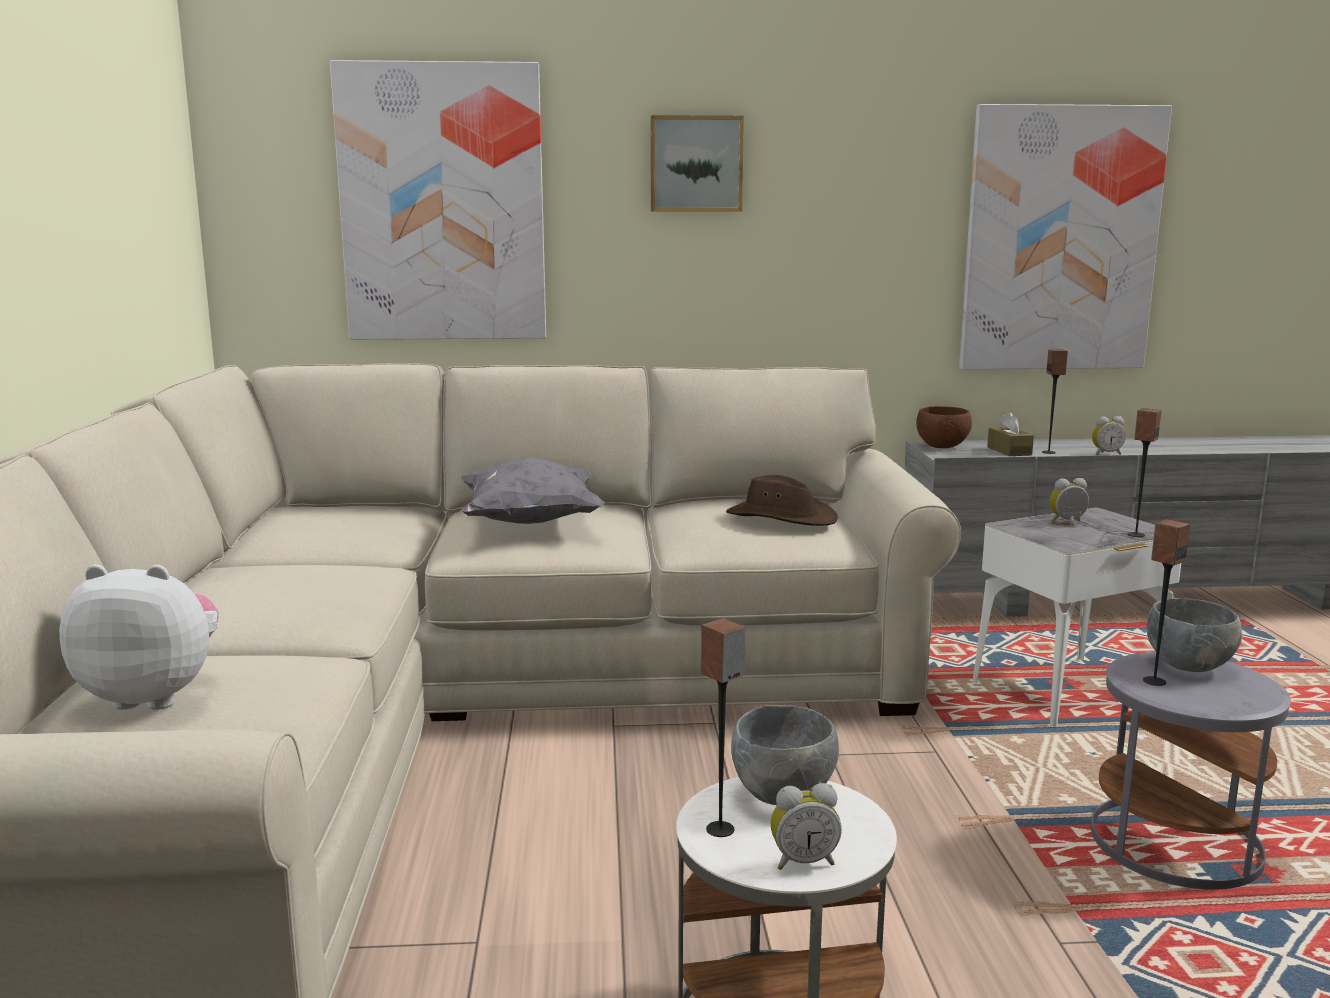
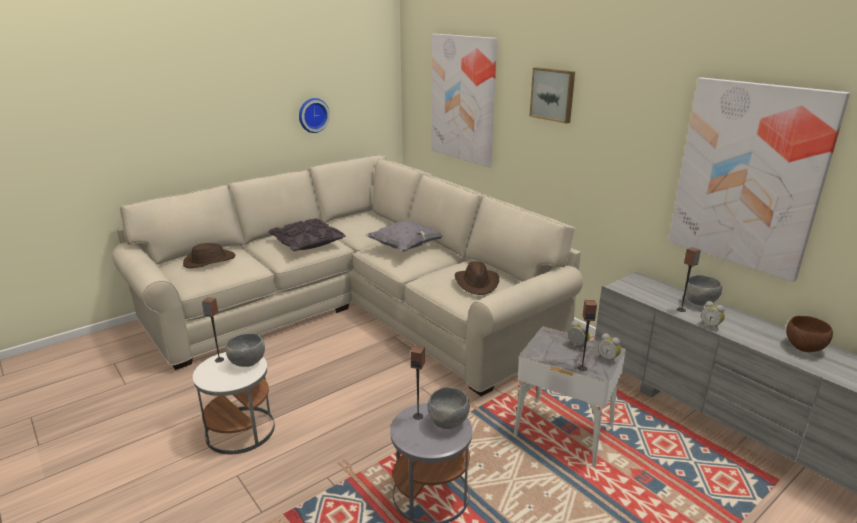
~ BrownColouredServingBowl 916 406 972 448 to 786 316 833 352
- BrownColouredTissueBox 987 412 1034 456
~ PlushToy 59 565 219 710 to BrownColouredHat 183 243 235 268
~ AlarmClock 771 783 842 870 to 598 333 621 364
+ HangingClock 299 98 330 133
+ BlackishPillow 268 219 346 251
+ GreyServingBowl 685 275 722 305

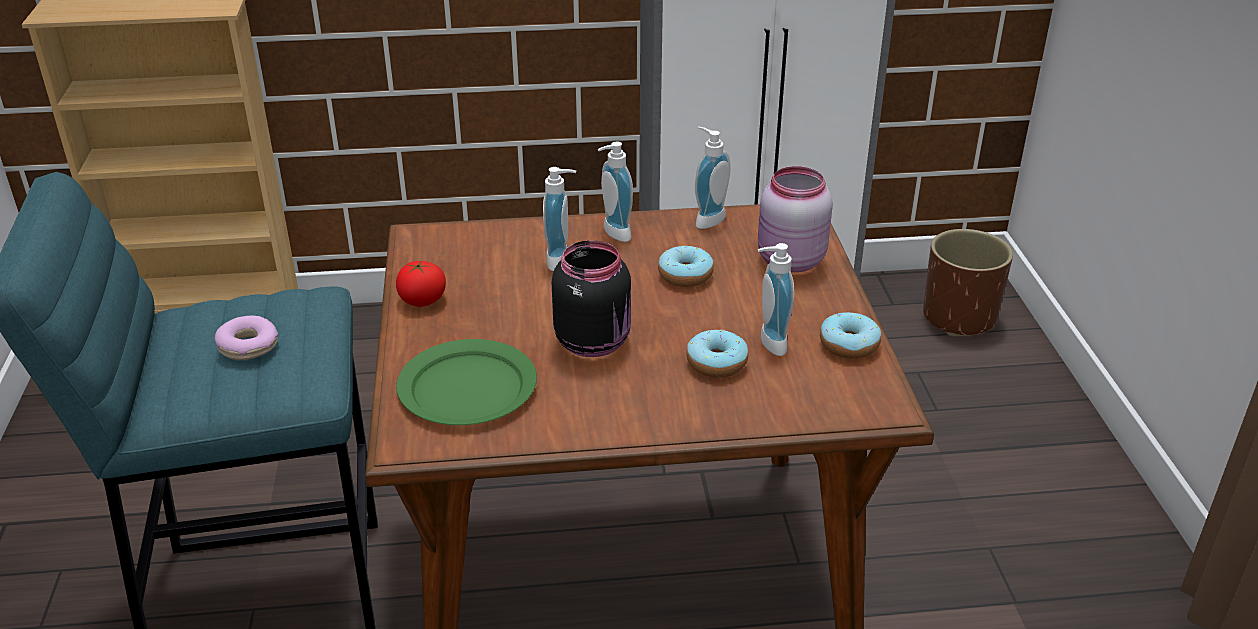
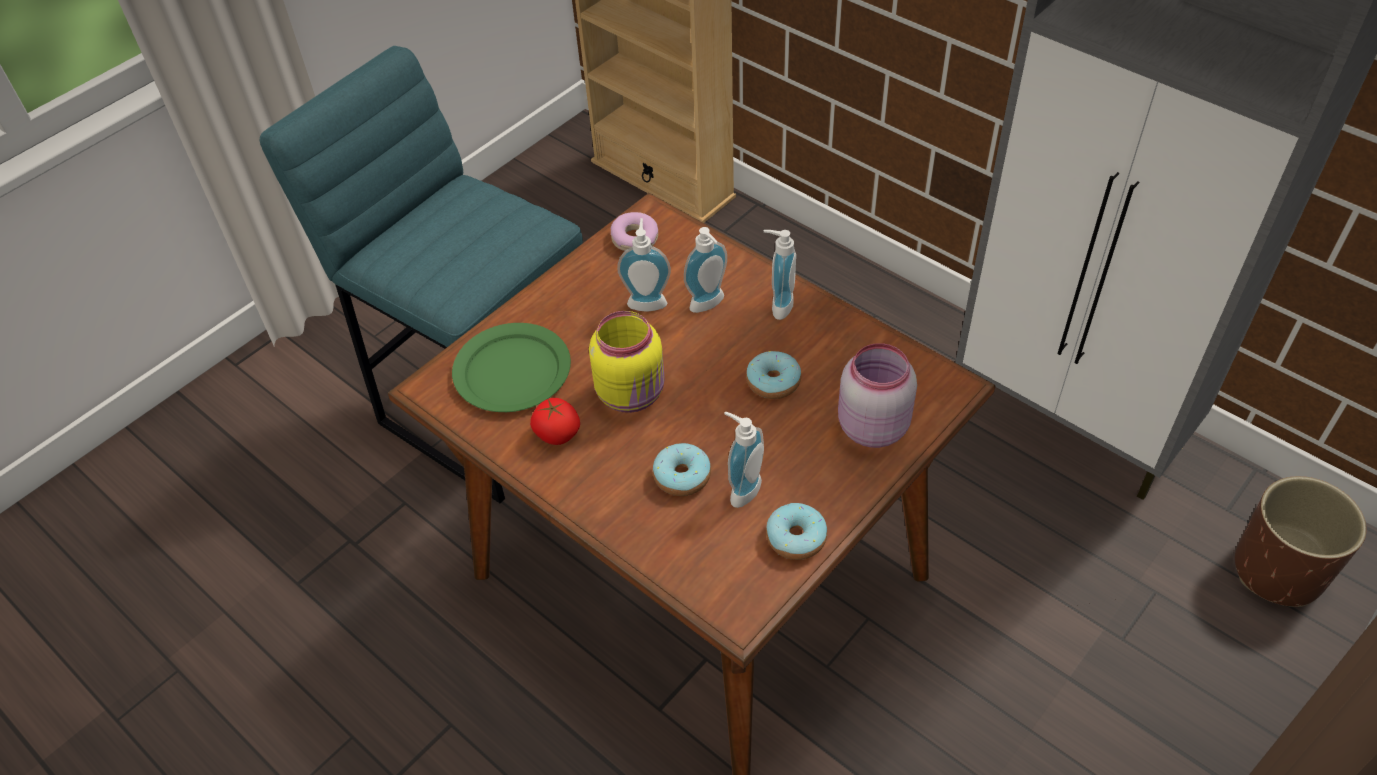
~ SoapDispenser 695 127 731 229 to 617 218 671 312
~ BlackishStorageJar 552 240 631 357 to YellowColouredStorageJar 589 311 665 413
~ WholeTomato 396 260 446 307 to 530 398 580 445
~ Donut 215 316 278 360 to 611 212 658 251

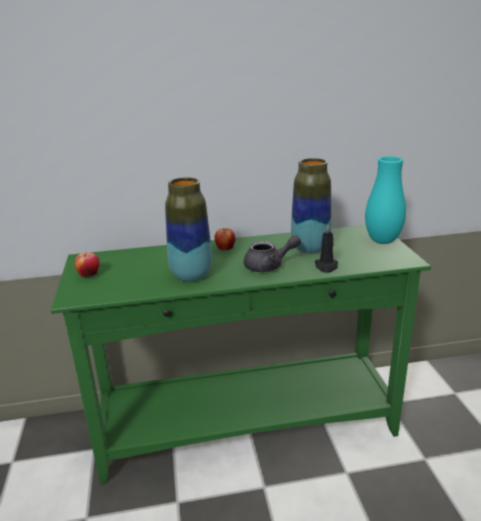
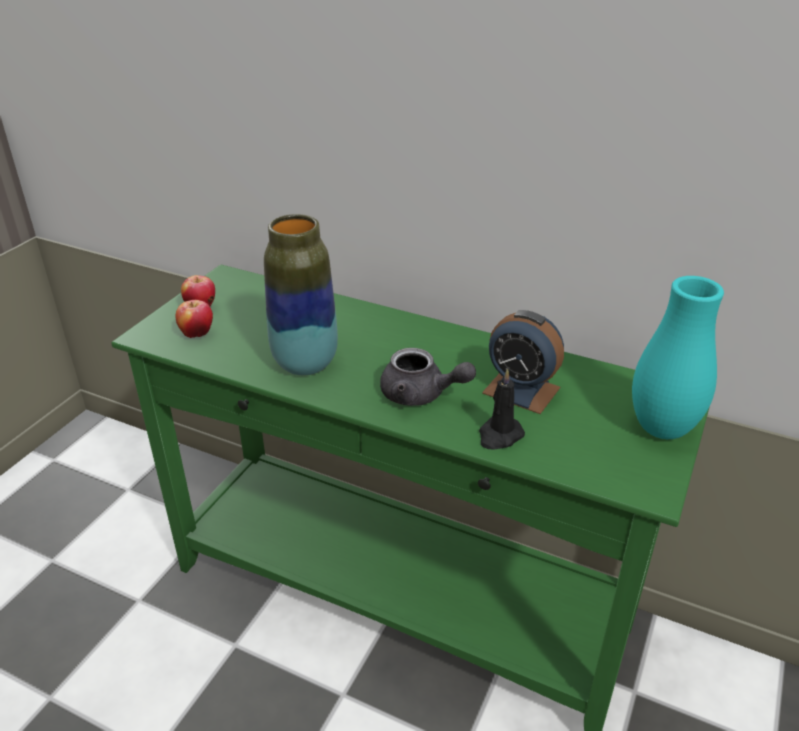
~ DecorativeVase 291 158 331 254 to AlarmClock 482 310 564 414
~ WholeApple 215 228 235 250 to 176 300 213 338

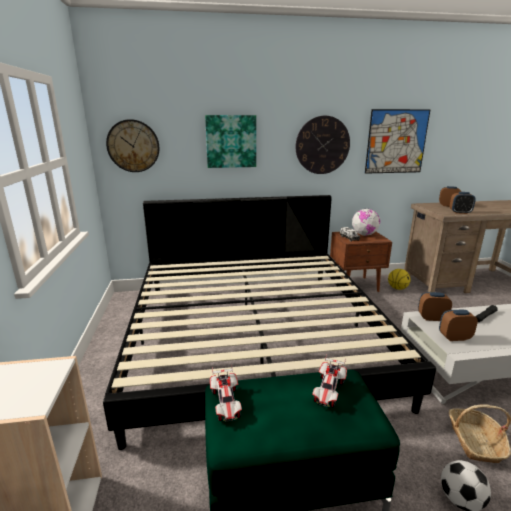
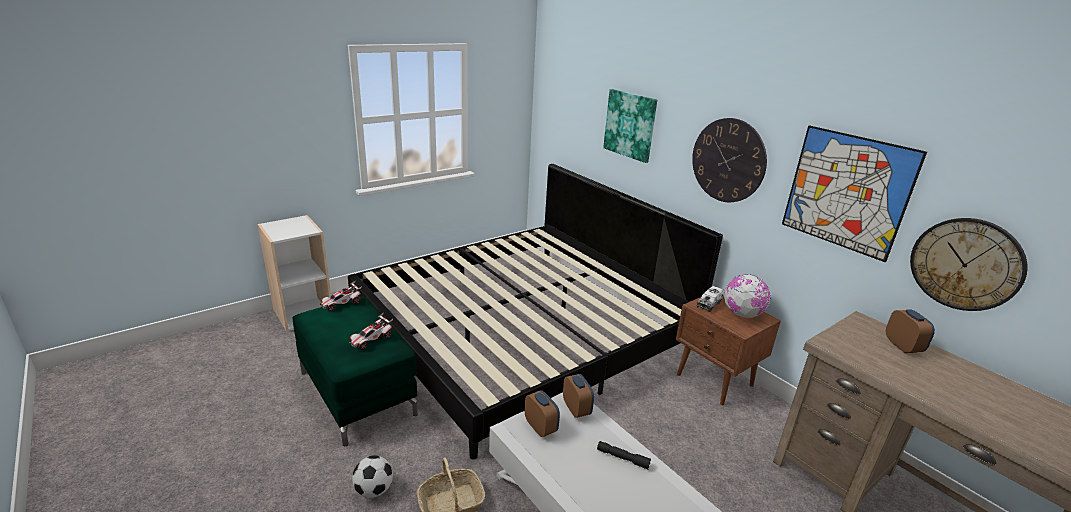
~ HangingClock 106 119 159 172 to 910 218 1028 311
- AlarmClock 450 192 476 214
- Basketball 388 269 411 290
~ ToyCar 312 355 347 407 = 349 313 393 350 45 degrees counterclockwise

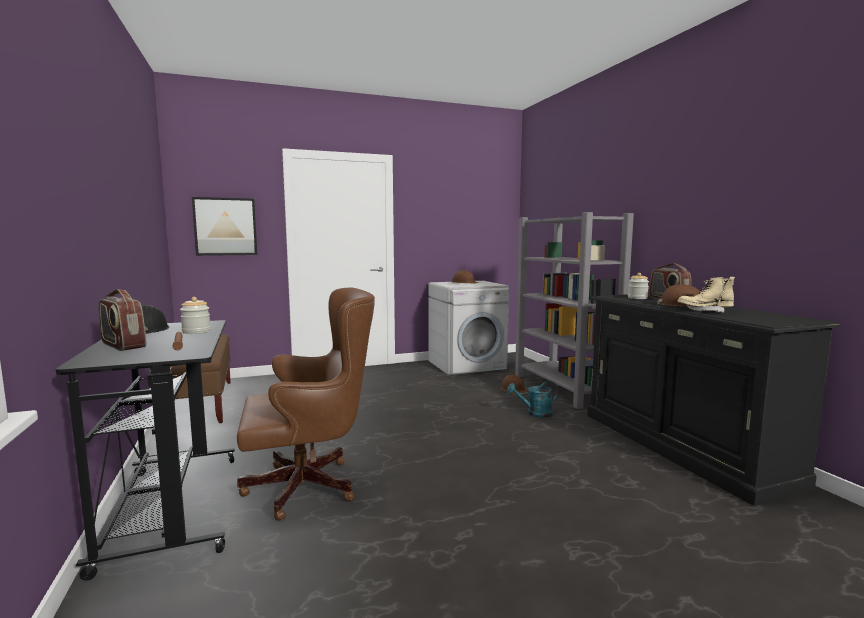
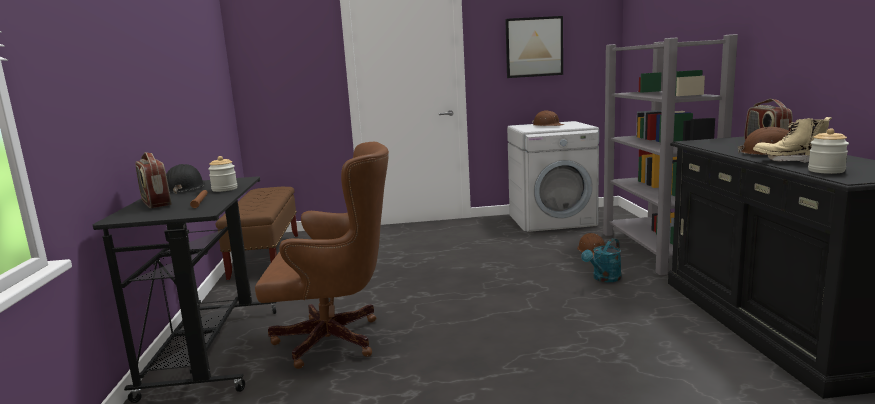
~ WallArt 192 197 257 256 to 505 16 563 78
~ StorageJar 628 273 649 299 to 808 128 849 174
~ BlueGreenWateringCan 507 381 558 418 = 581 238 622 282 45 degrees counterclockwise

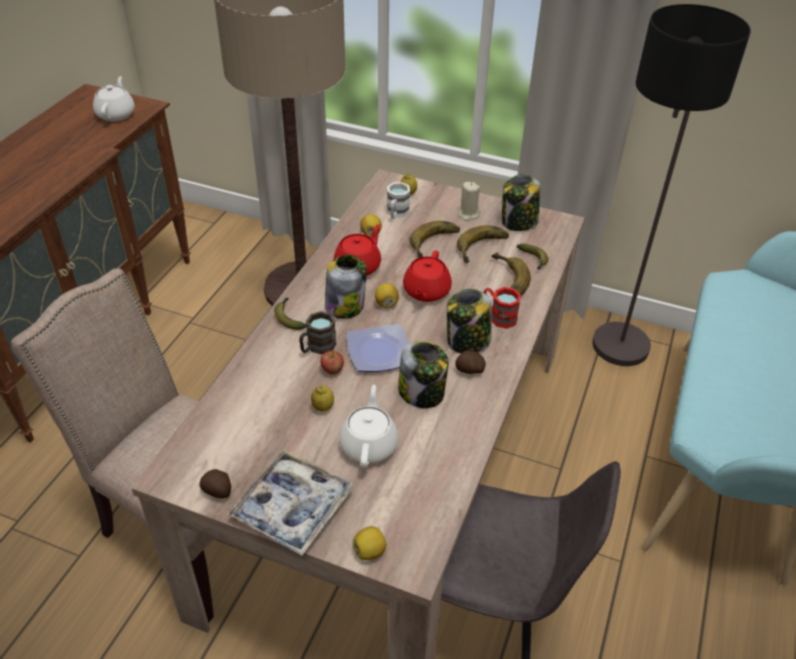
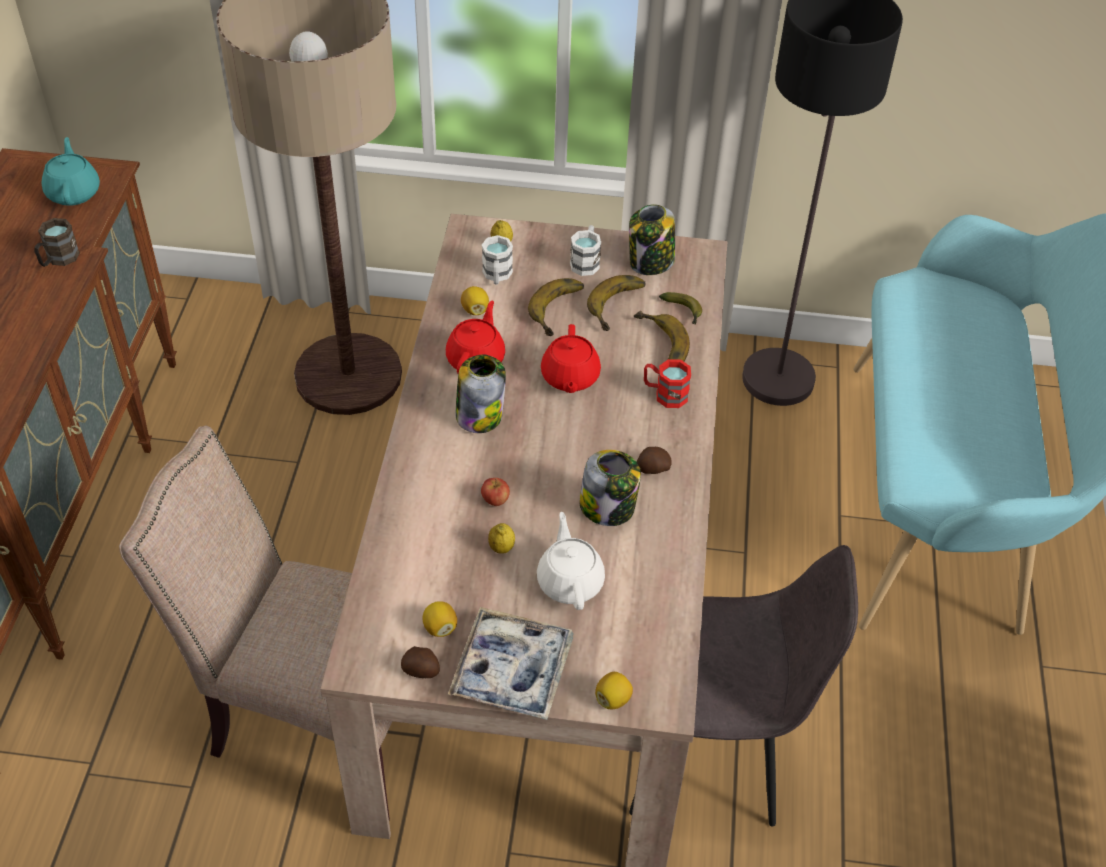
~ WhitePotForTea 93 76 135 121 to BlueGreenPotForTea 42 137 100 206
~ BeigeColouredWaxLight 458 182 480 221 to WhiteCoffeeMug 570 225 601 276
~ WholeLemon 375 283 399 308 to 423 601 457 637
- StorageJar 447 289 492 353
- BananaFruit 274 298 307 330
~ BrownColouredCoffeeMug 299 311 336 355 to 34 218 80 267
- Plate 347 324 409 372

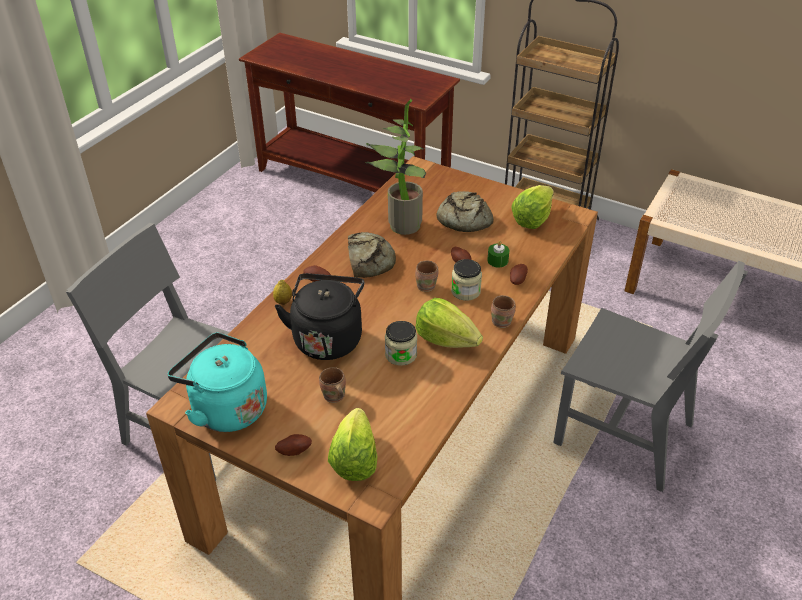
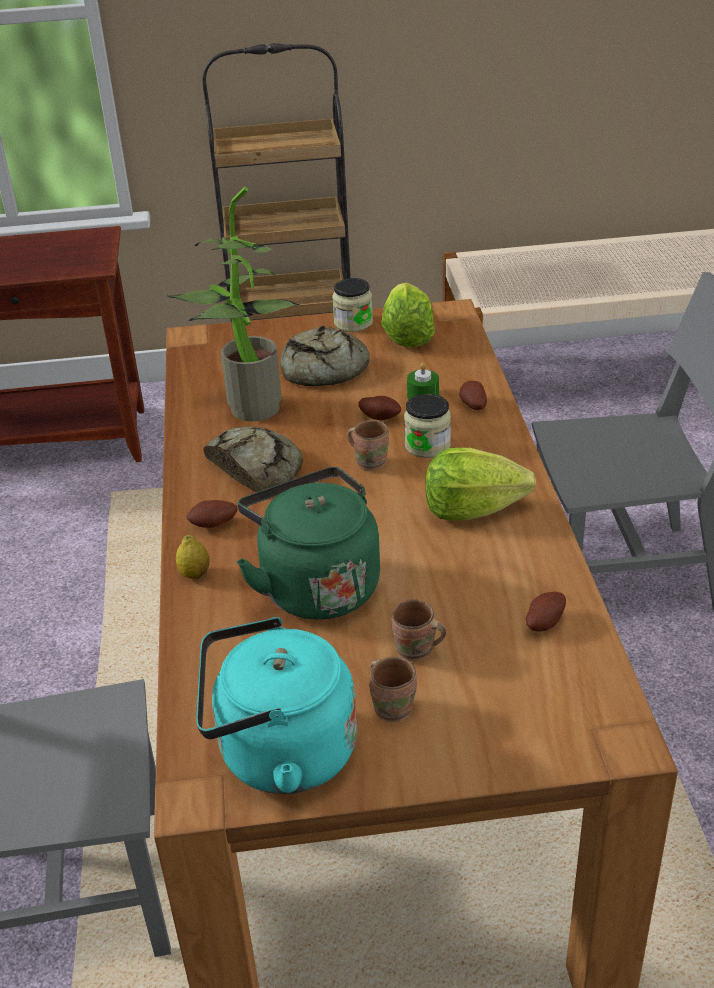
~ BlackishTeaKettle 275 273 364 360 to GreenTeaKettle 236 467 380 620
~ BrownColouredCoffeeMug 491 295 516 328 to 369 657 417 722
~ StorageJar 385 321 417 366 to 332 278 373 332
- Lettuce 328 408 377 481
~ Potato 275 434 312 456 to 526 592 566 632

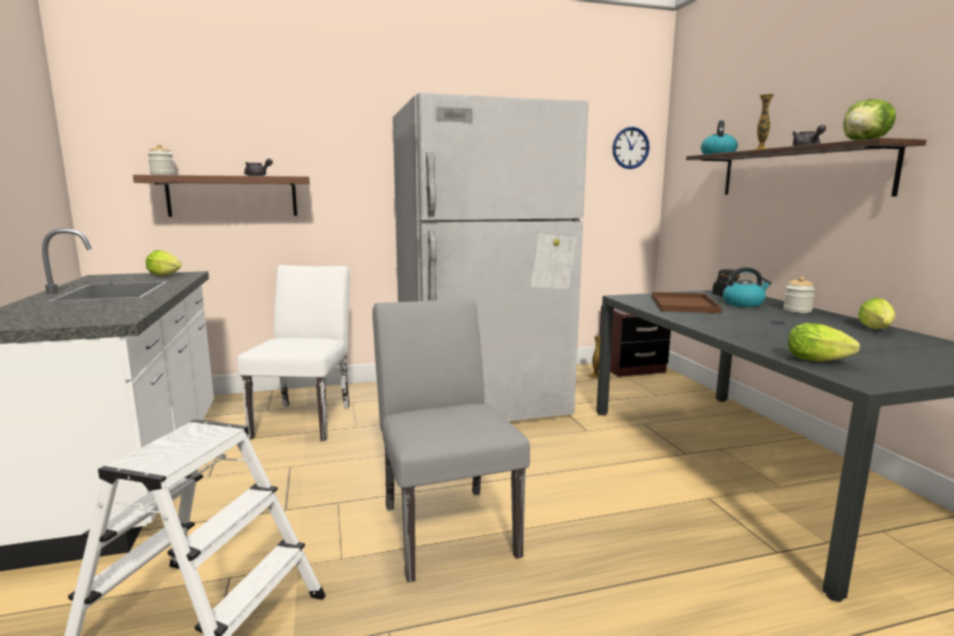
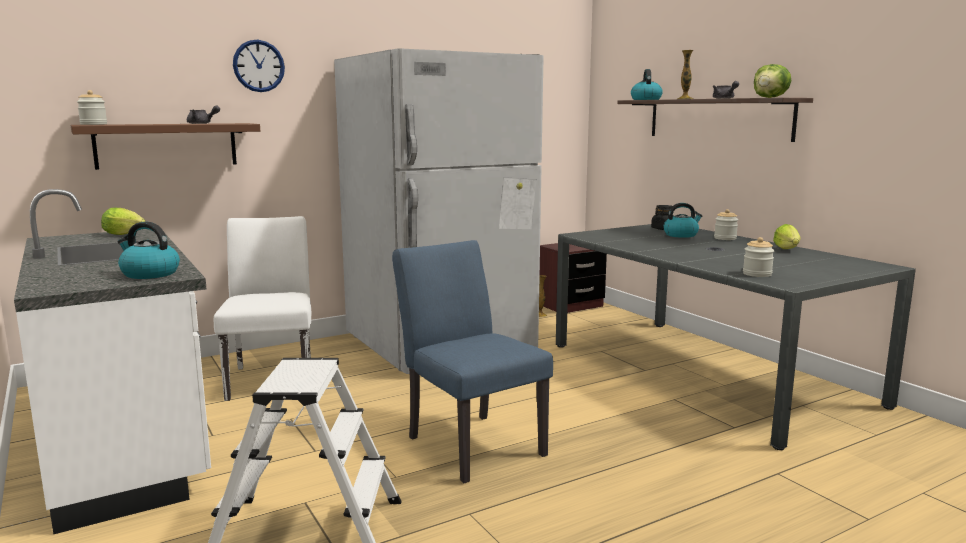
~ HangingClock 612 127 650 169 to 233 40 285 92
- BrownColouredCarryingTray 652 292 722 313
~ GreyUprightChair 372 298 530 582 to BlueColouredUprightChair 392 240 553 483
~ Lettuce 788 323 860 362 to StorageJar 743 237 774 277
+ TeaKettle 118 222 180 279

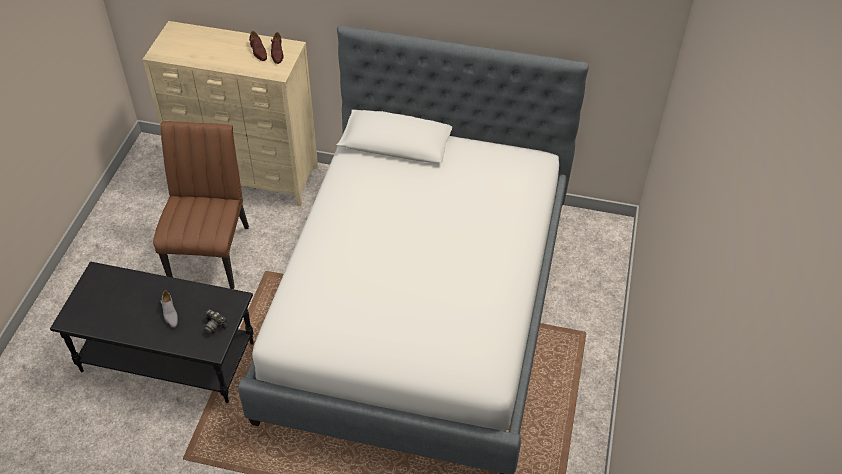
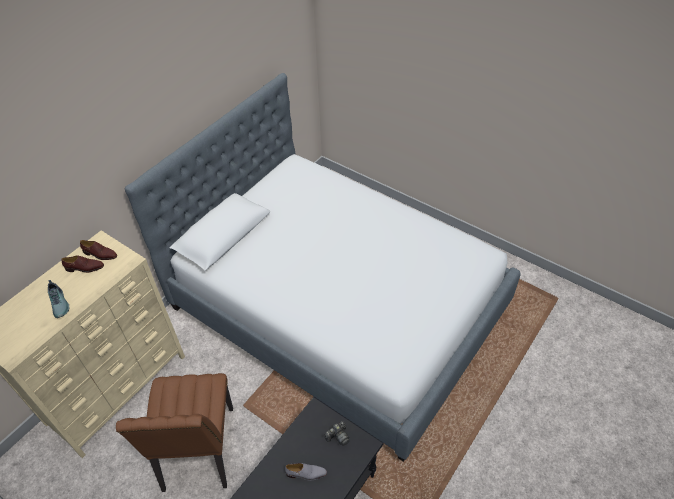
~ BrownColouredUprightChair 153 121 249 289 = 116 373 233 492 120 degrees counterclockwise
+ Shoe 48 280 70 318

